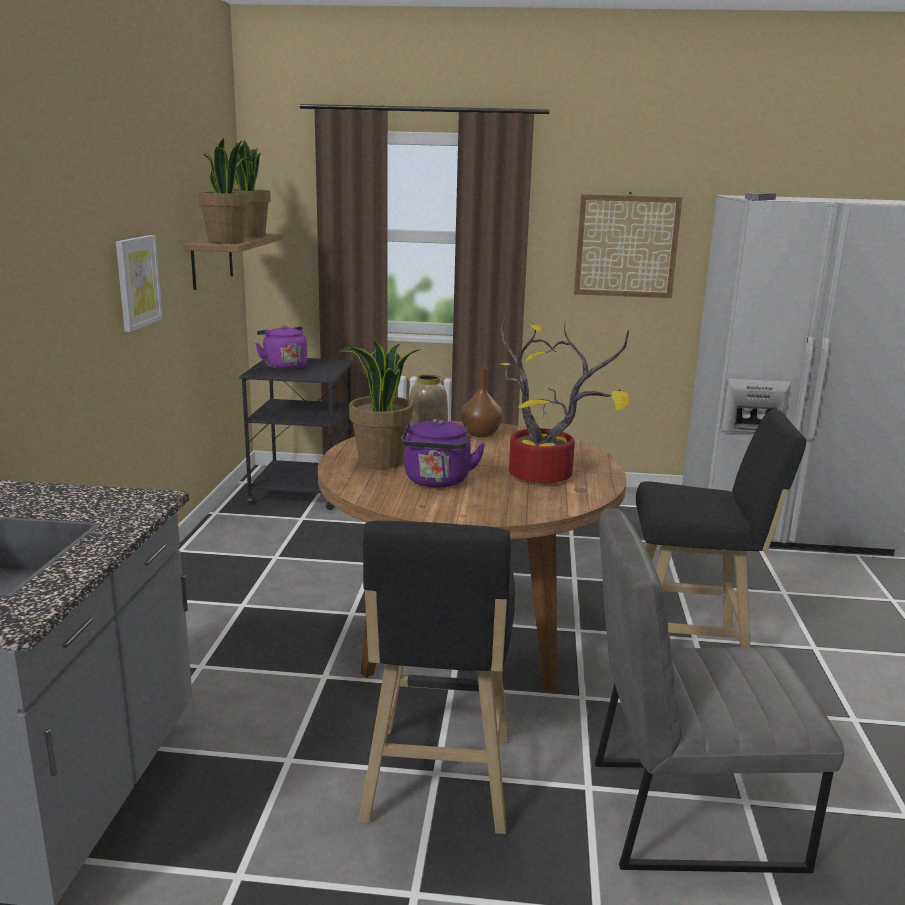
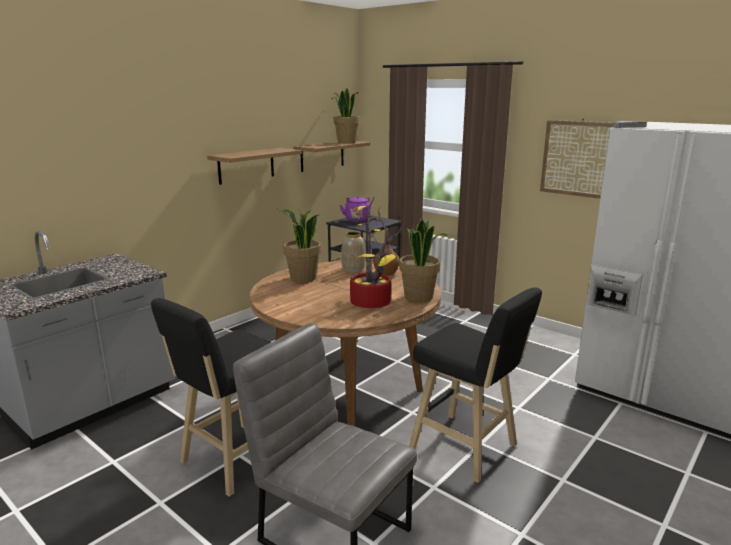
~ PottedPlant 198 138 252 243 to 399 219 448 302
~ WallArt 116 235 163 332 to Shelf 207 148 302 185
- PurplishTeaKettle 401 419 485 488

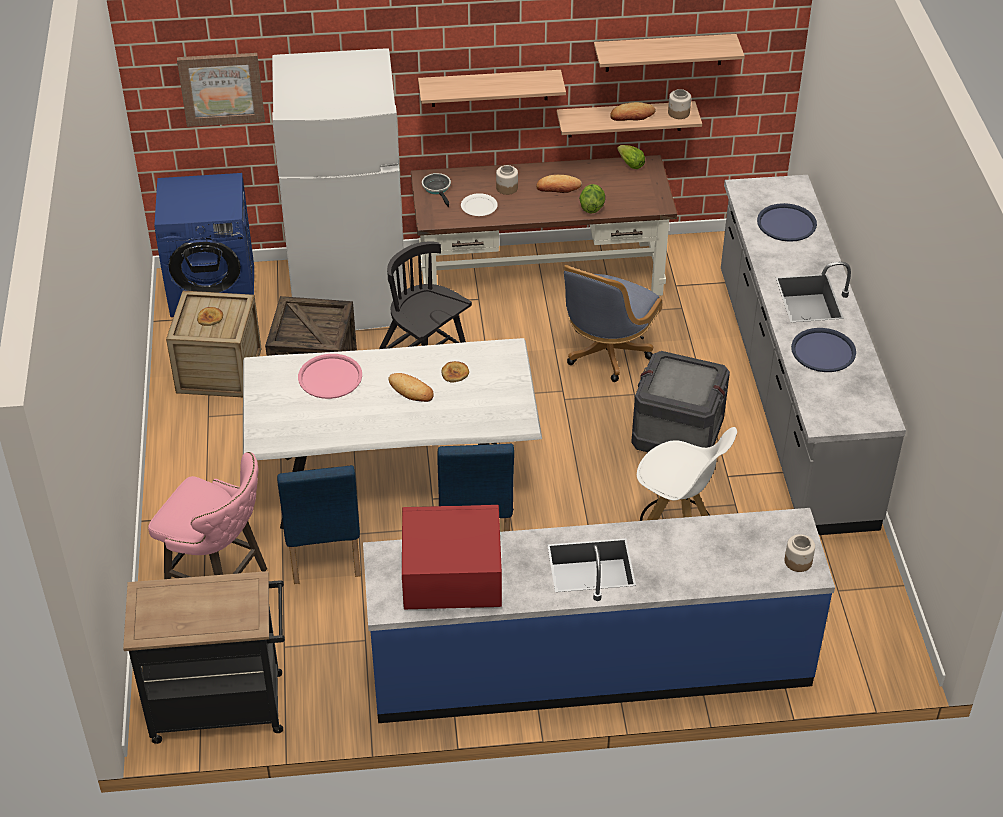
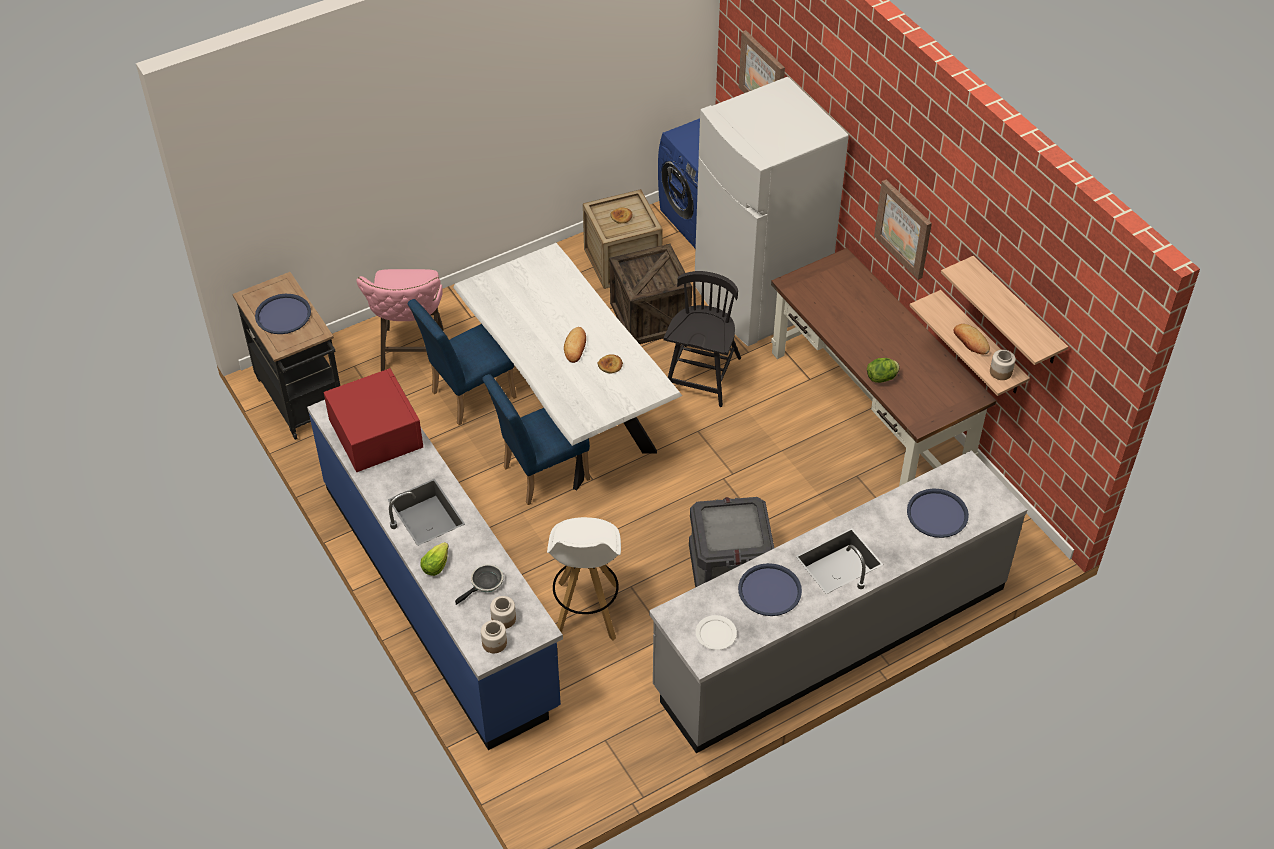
~ Shelf 418 70 566 107 to WallArt 874 180 932 280
~ Lettuce 617 145 645 169 to 420 542 449 576
~ StorageJar 496 165 518 195 to 490 596 516 629
~ FryingPan 422 173 451 207 to 455 564 503 605
- Bread 536 175 582 193
~ WhitePlate 461 193 498 216 to 696 615 737 650
- BlueColouredOfficeChair 564 265 663 382
- PinkColouredCarryingTray 298 354 362 399
+ BlueColouredCarryingTray 255 294 311 334

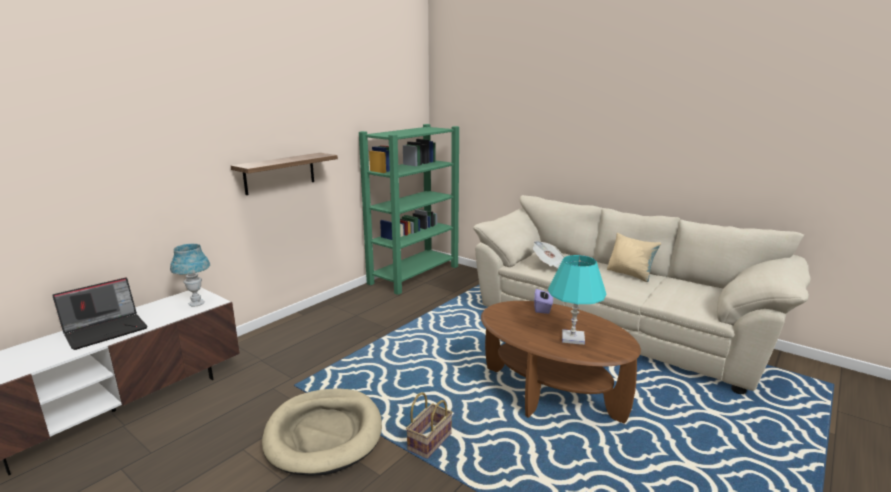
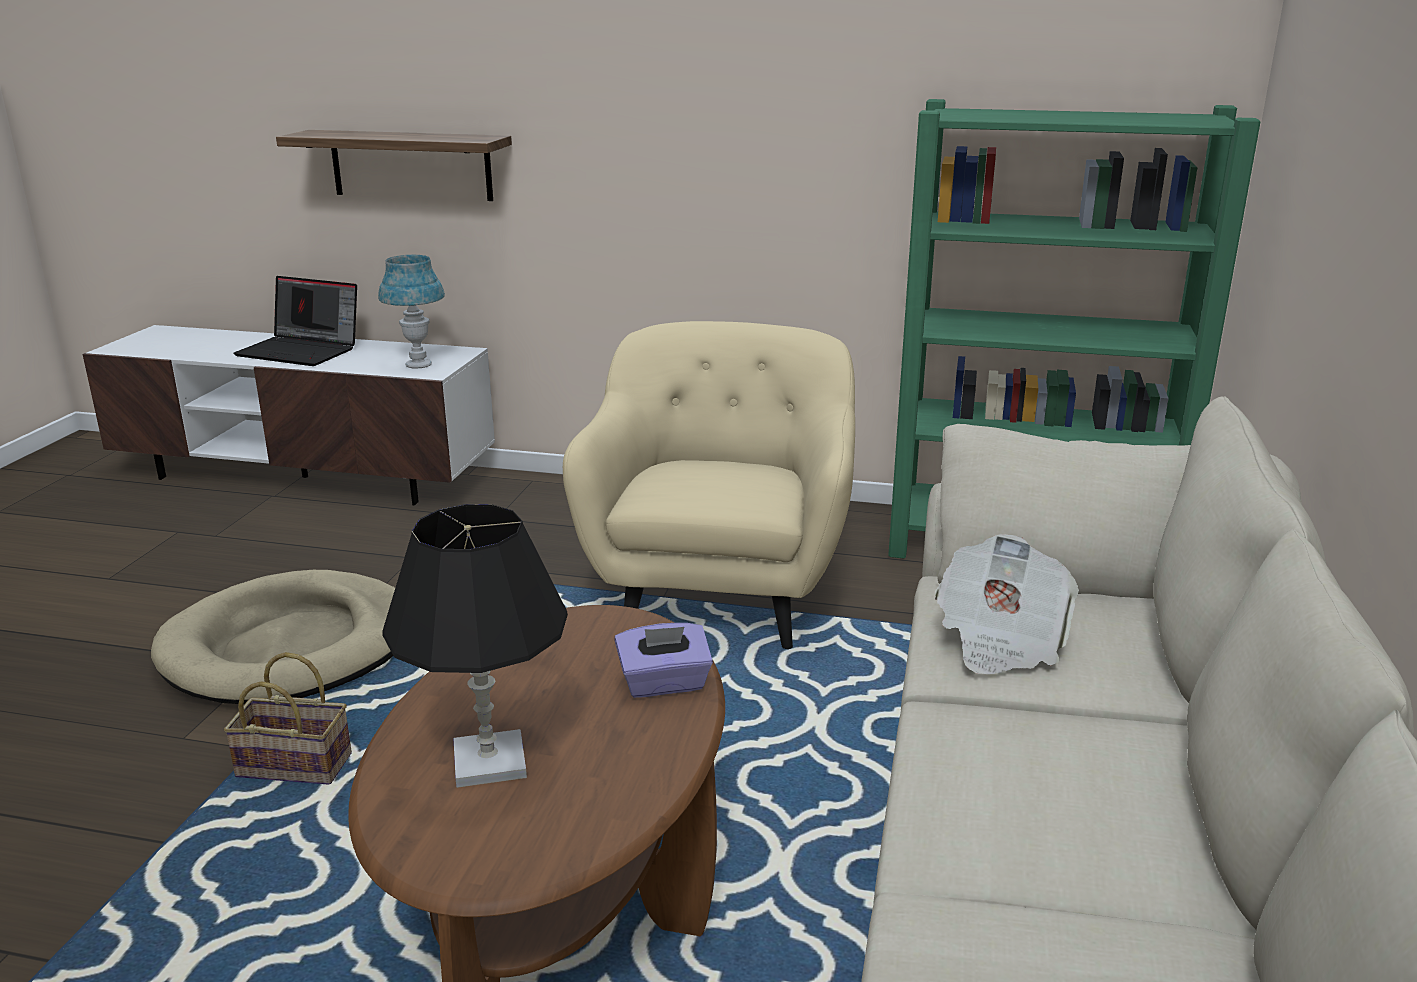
~ Shelf 231 153 338 195 to 276 130 512 201
- BeigeColouredPillow 607 233 661 282
~ BlueGreenTabletopLamp 548 255 606 345 to BlackishTabletopLamp 382 504 568 788
+ BeigeColouredLoungeChair 563 321 855 649

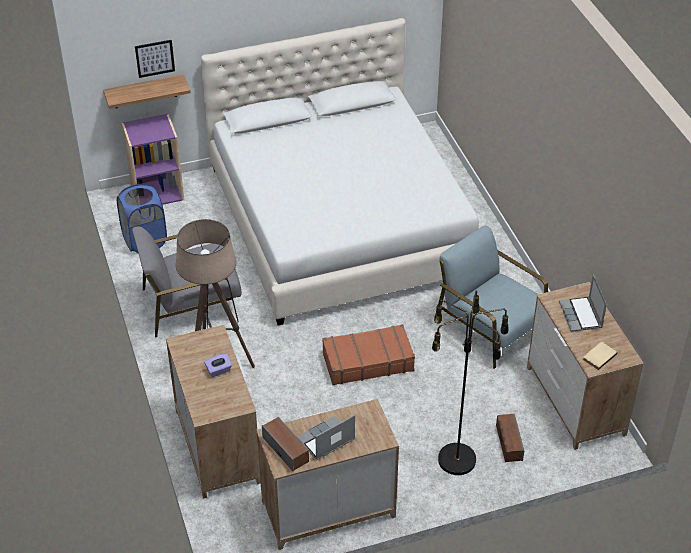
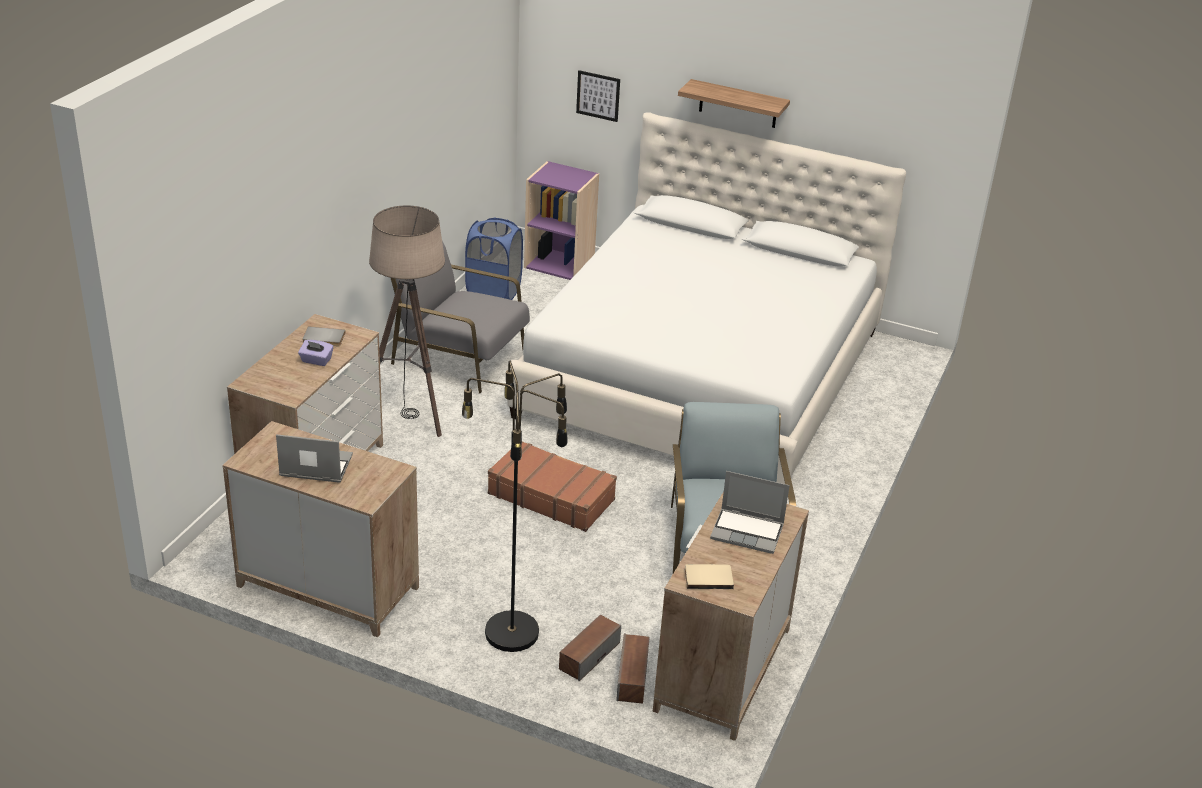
~ Shelf 103 74 191 109 to 678 79 790 128
~ Laptop 559 274 607 332 = 710 471 790 554 105 degrees counterclockwise
~ Loudspeaker 262 417 309 471 to 616 633 650 704
+ GreyVolume 302 326 345 346

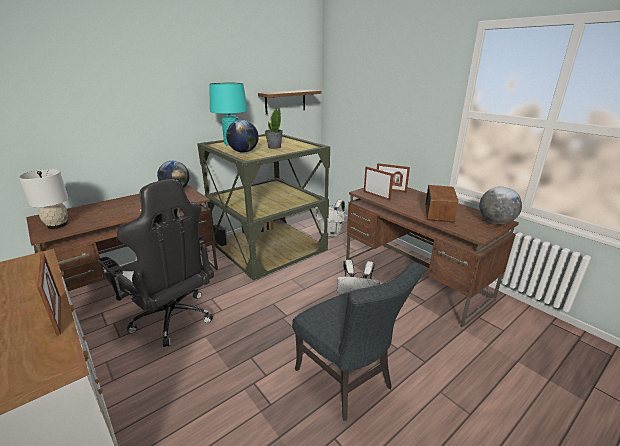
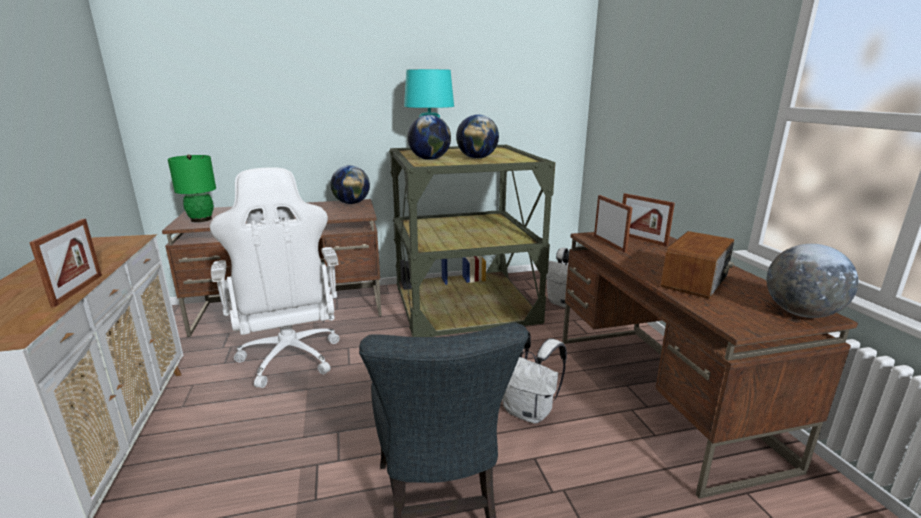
- Shelf 258 90 322 114
~ PottedPlant 265 107 283 149 to Globe 456 114 499 159
~ WhiteTabletopLamp 19 169 68 229 to GreenTabletopLamp 168 154 216 222
~ BlackishOfficeChair 98 179 214 347 to WhiteOfficeChair 210 167 340 388

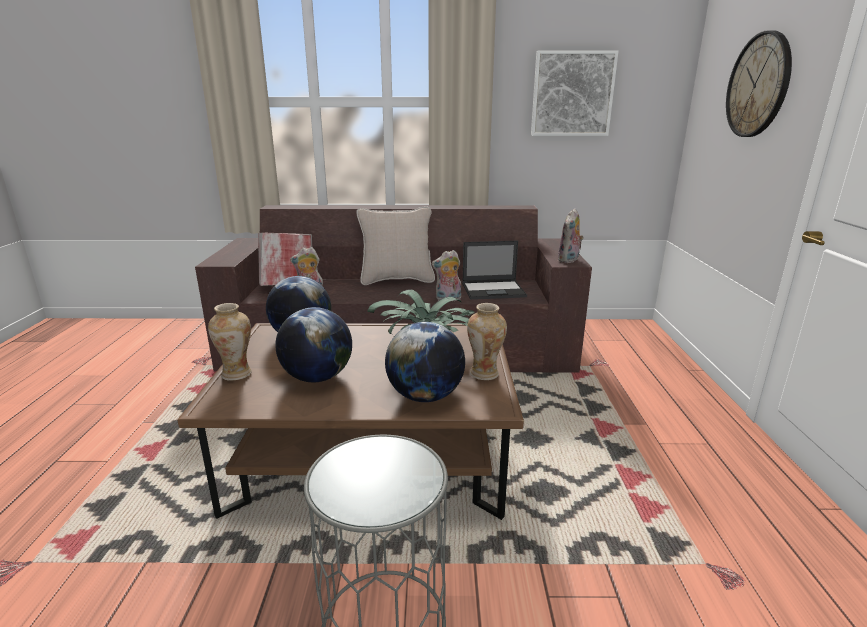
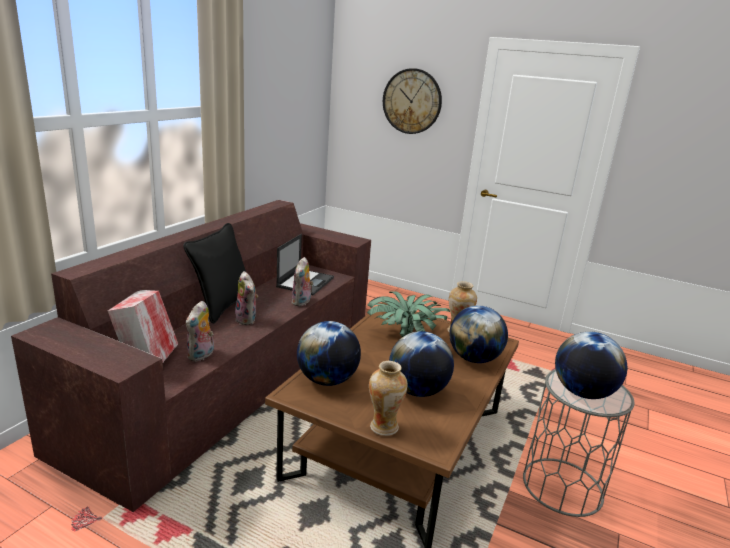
- WallArt 531 50 619 136
~ BeigeColouredPillow 356 206 435 285 to BlackishPillow 183 223 246 323
~ PlushToy 558 209 584 263 to 235 271 258 325
+ Globe 555 331 627 399

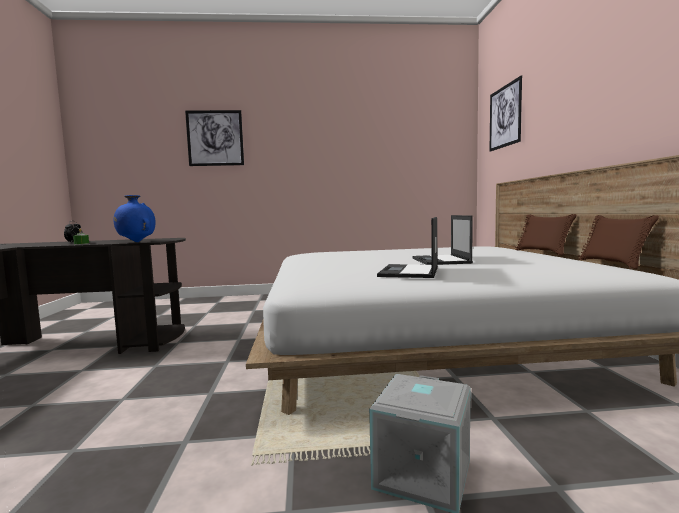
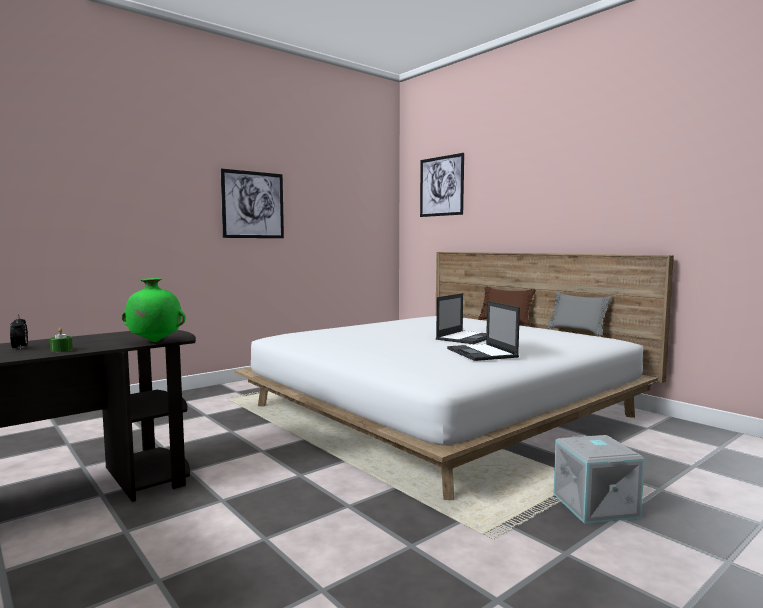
~ WallArt 185 110 244 166 to 221 169 284 238
~ BlueColouredDecorativeVase 113 195 156 242 to GreenDecorativeVase 122 278 186 342
~ Laptop 413 215 473 265 = 436 293 486 344 105 degrees counterclockwise
~ BrownColouredPillow 578 215 659 269 to GreyPillow 547 292 612 336

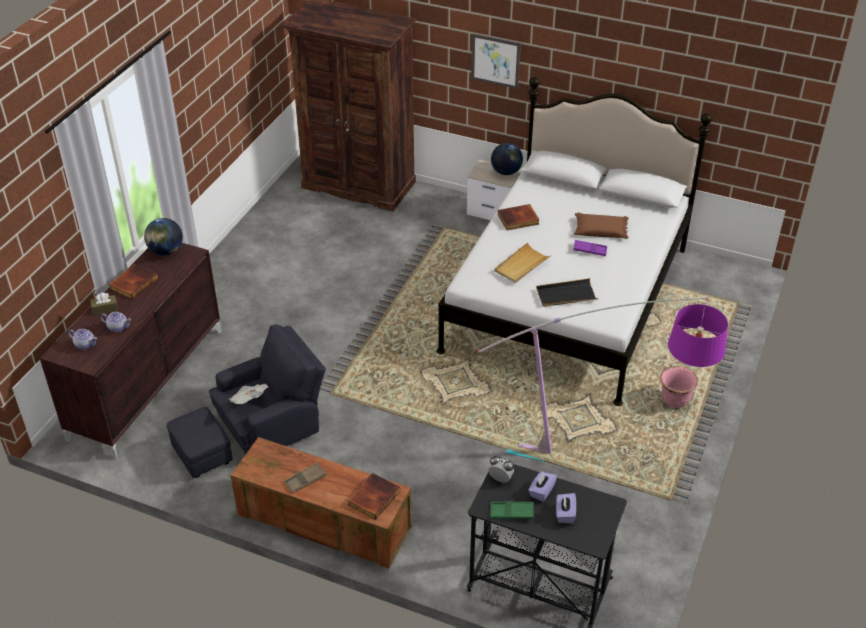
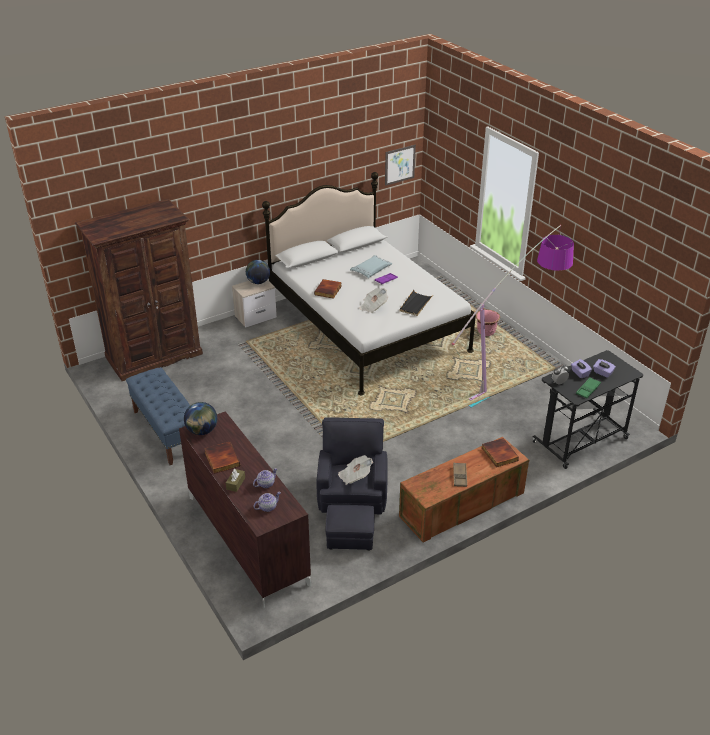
~ WallArt 471 34 521 89 to 385 145 416 186
~ BrownColouredPillow 574 213 629 239 to BlueColouredPillow 350 255 393 278
~ BeigeColouredCarryingTray 494 243 551 283 to PrintedPaper 360 288 388 313
+ BlueColouredBench 126 367 190 465

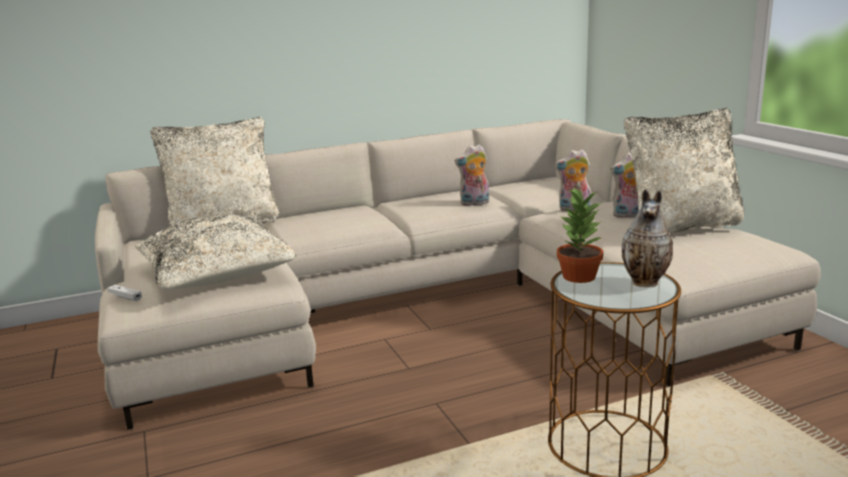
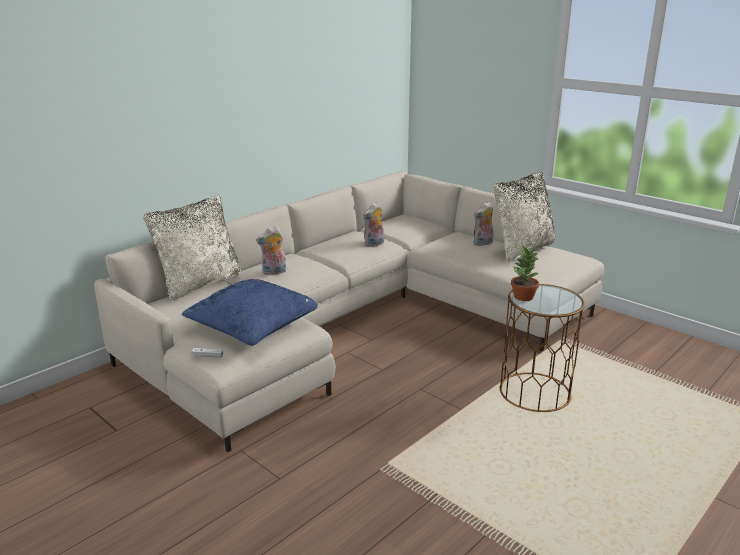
~ PlushToy 555 149 591 212 to 256 226 286 275
- DecorativeVase 622 189 673 287
~ BeigeColouredPillow 135 214 295 290 to BlueColouredPillow 182 279 318 346

